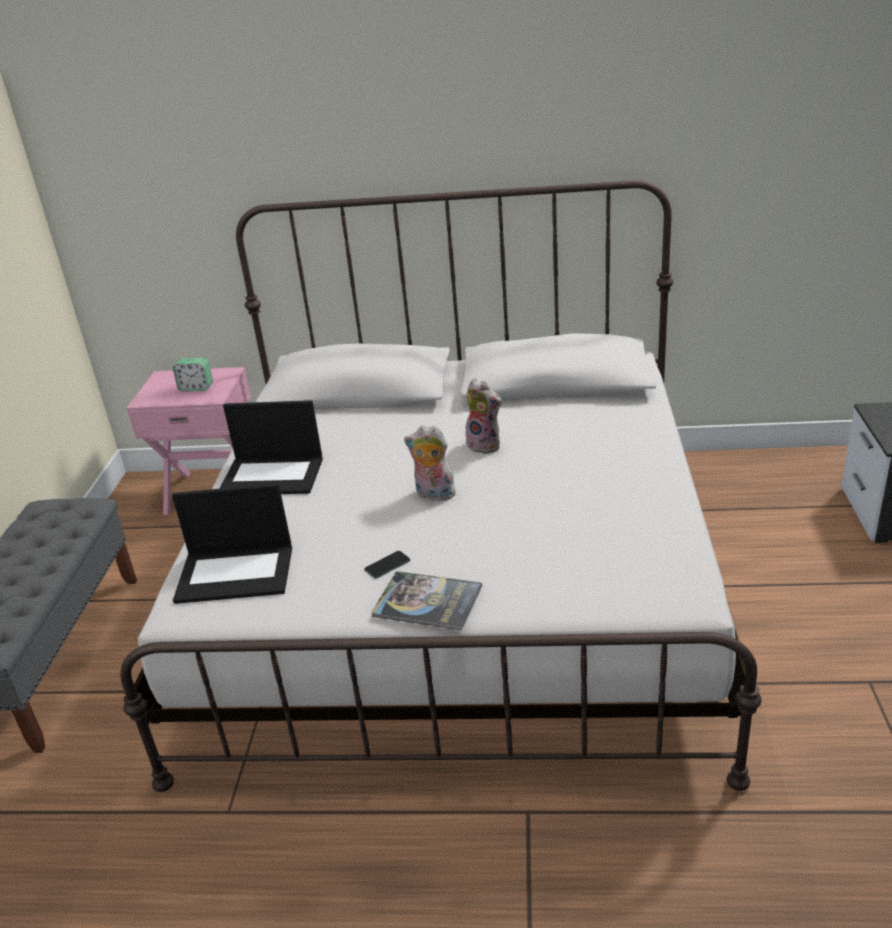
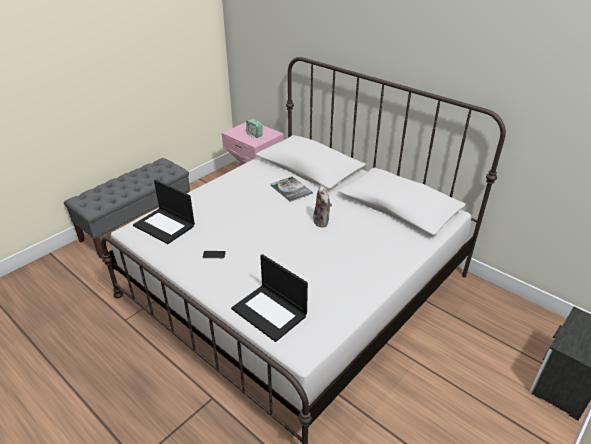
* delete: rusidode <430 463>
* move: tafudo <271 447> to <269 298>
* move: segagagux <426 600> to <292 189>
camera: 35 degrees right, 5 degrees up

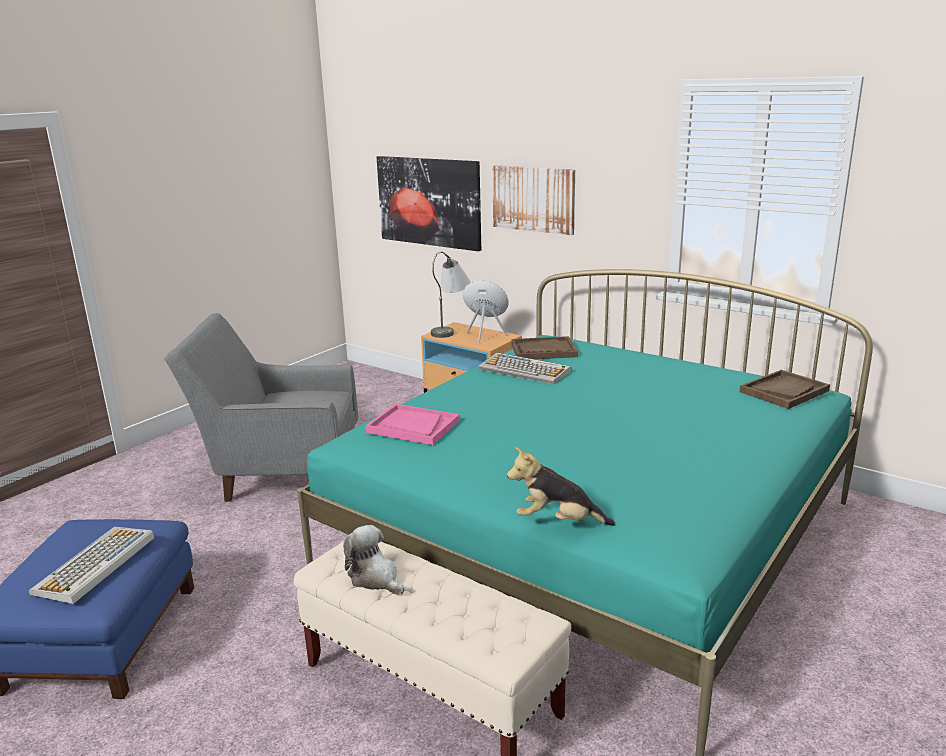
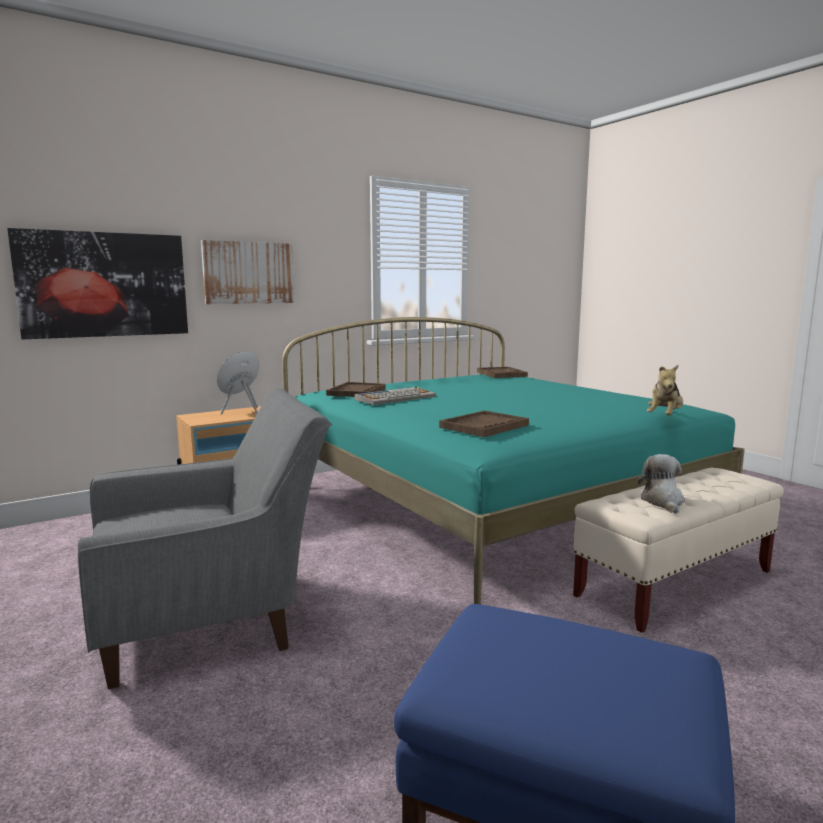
* delete: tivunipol <91 565>
* delete: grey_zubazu <450 294>
* recolor: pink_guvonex <412 424> to brown_guvonex <484 424>
* rotate: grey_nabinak <260 407> = <205 539> 135 degrees counterclockwise
* rotate: rusidode <373 560> = <661 484> 120 degrees clockwise
camera: 70 degrees left, 10 degrees down

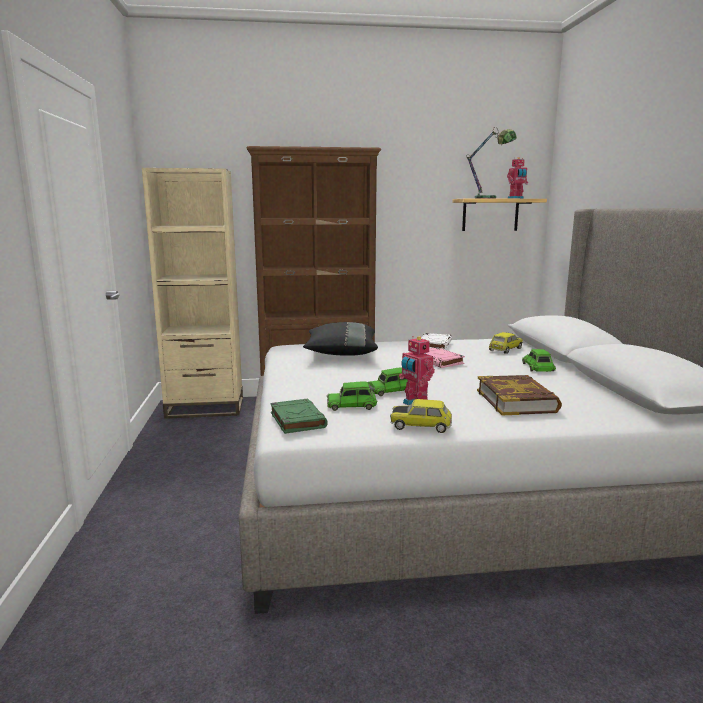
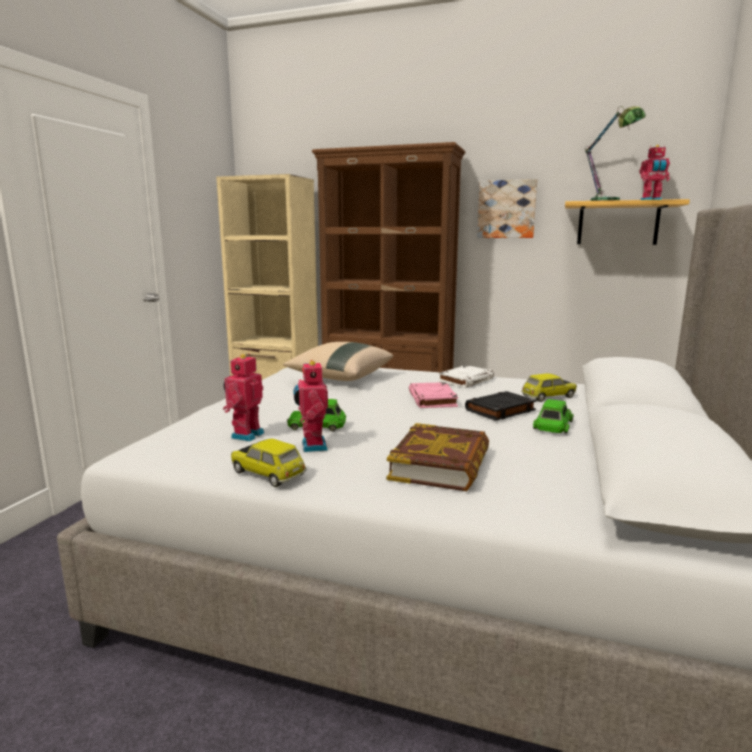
* delete: green_segagagux <299 416>
* insert: black_segagagux <500 406>
* insert: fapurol <507 208>
* replace: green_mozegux <352 396> to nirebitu <243 397>
* recolor: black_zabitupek <340 339> to beige_zabitupek <338 361>
camera: 25 degrees right, 0 degrees up

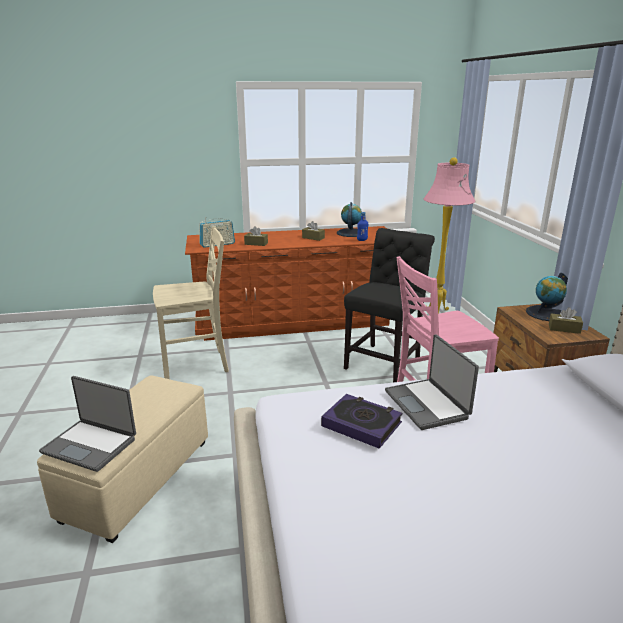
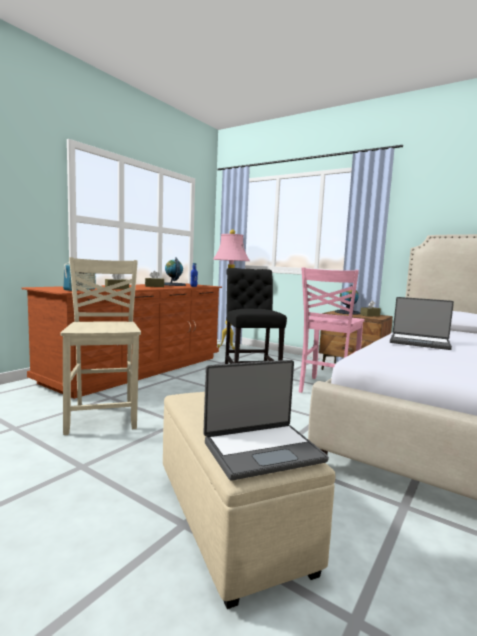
* delete: segagagux <362 421>
* rotate: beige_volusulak <191 302> = <100 346> 45 degrees counterclockwise
camera: 45 degrees left, 15 degrees down

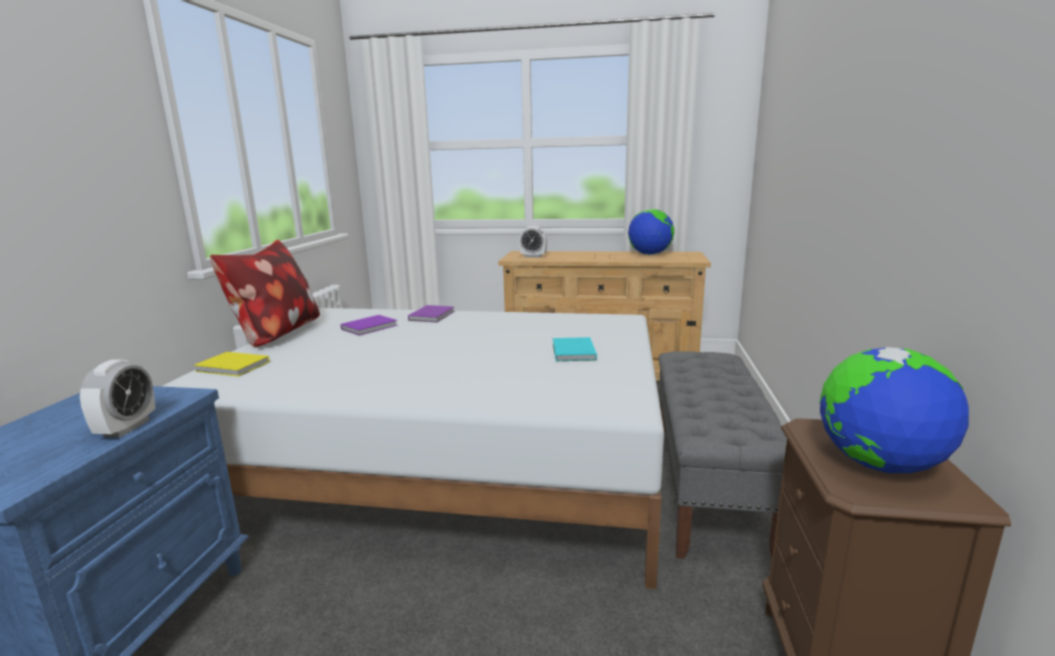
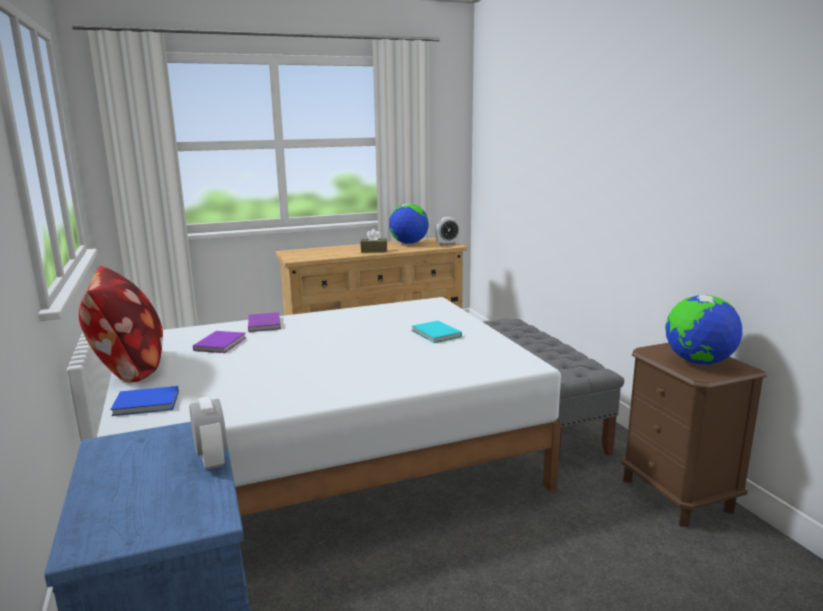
* insert: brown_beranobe <373 241>
* move: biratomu <533 242> to <447 231>
* recolor: yellow_segagagux <232 364> to blue_segagagux <144 401>
camera: 30 degrees left, 0 degrees up

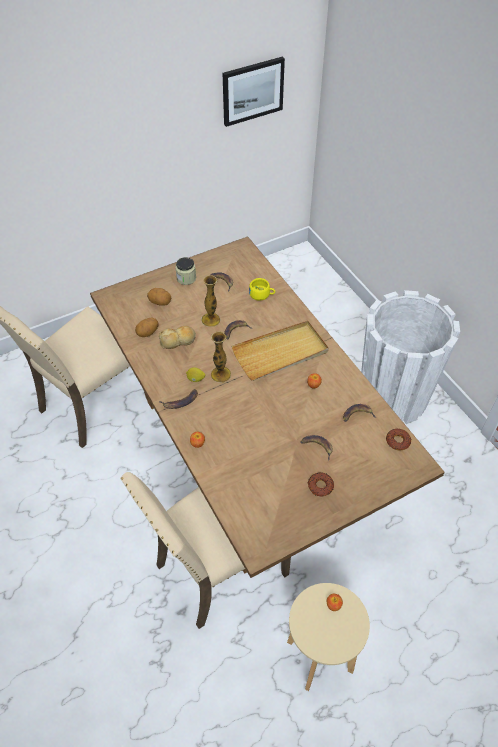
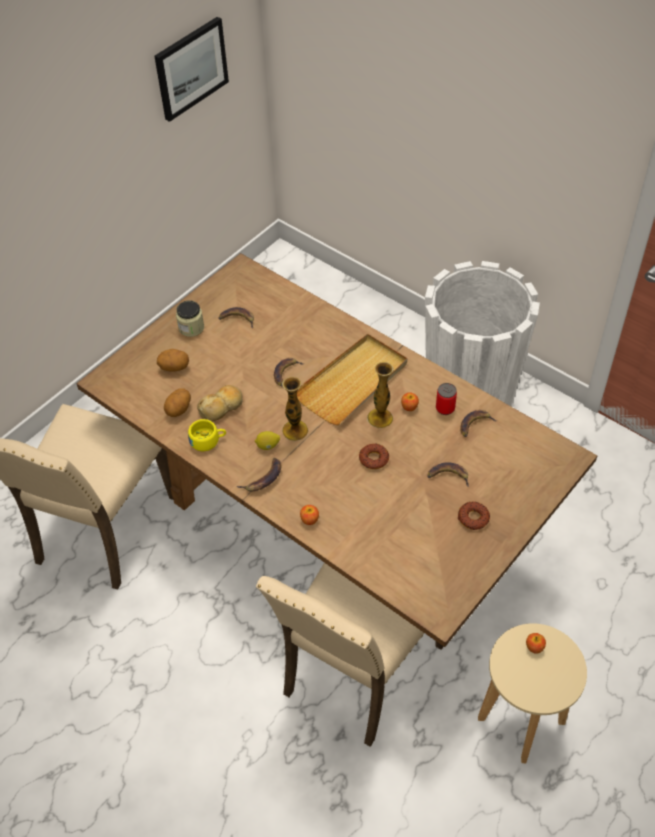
* insert: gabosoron <446 399>
* move: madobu <211 301> to <380 395>
* move: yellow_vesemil <262 289> to <207 435>
* move: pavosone <399 439> to <374 456>
camera: 20 degrees left, 0 degrees up

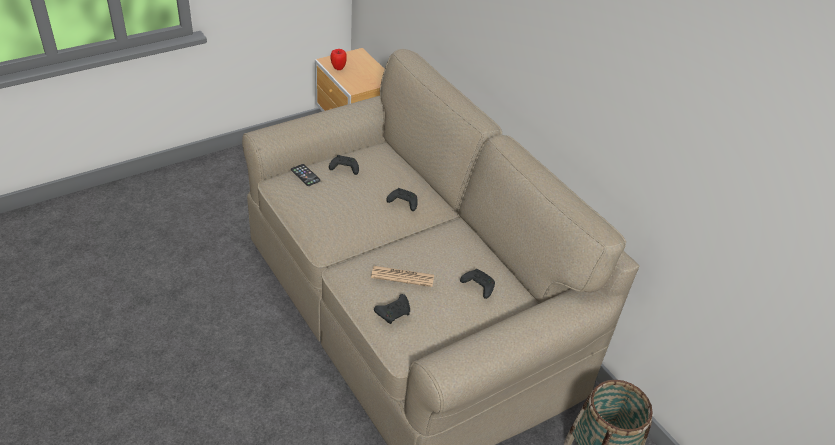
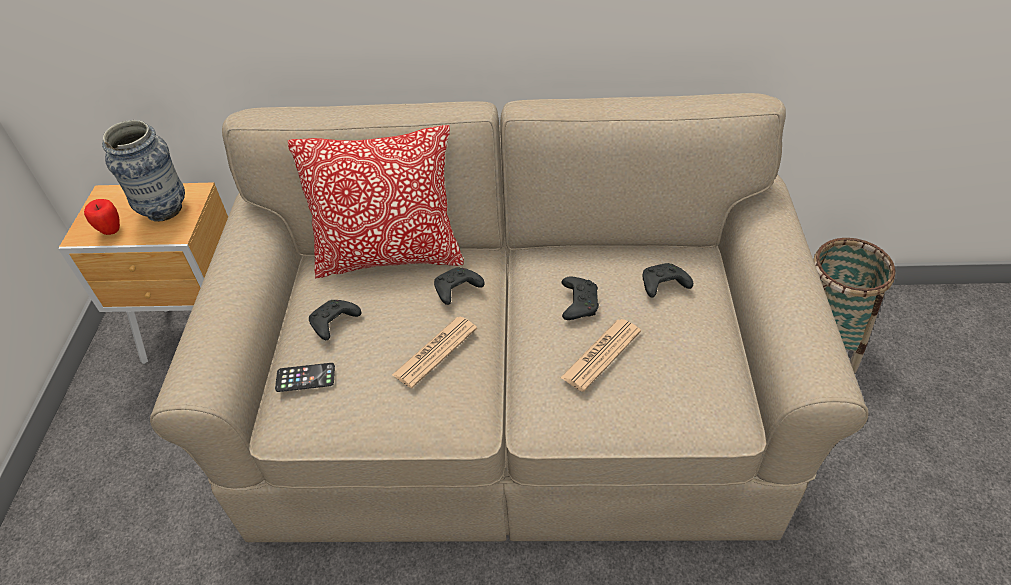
* insert: madobu <143 171>
* insert: zabitupek <376 202>
* insert: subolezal <434 352>
* move: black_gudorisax <392 309> to <580 298>
camera: 50 degrees left, 5 degrees up

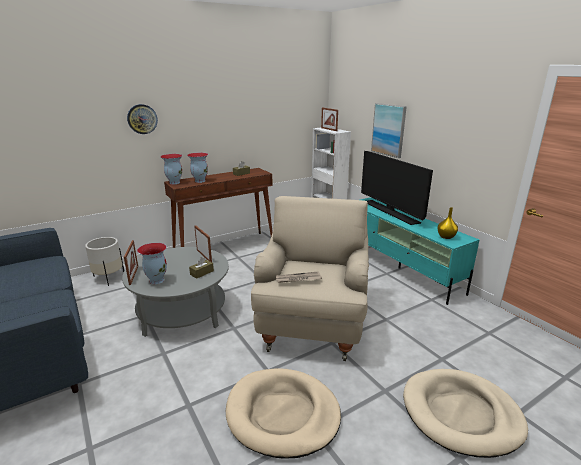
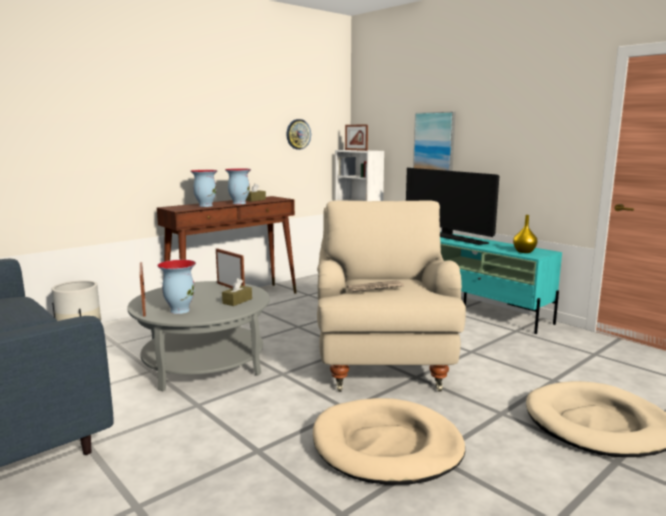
* move: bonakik <142 119> to <298 134>
* move: madobu <171 169> to <238 186>
camera: 10 degrees left, 10 degrees down

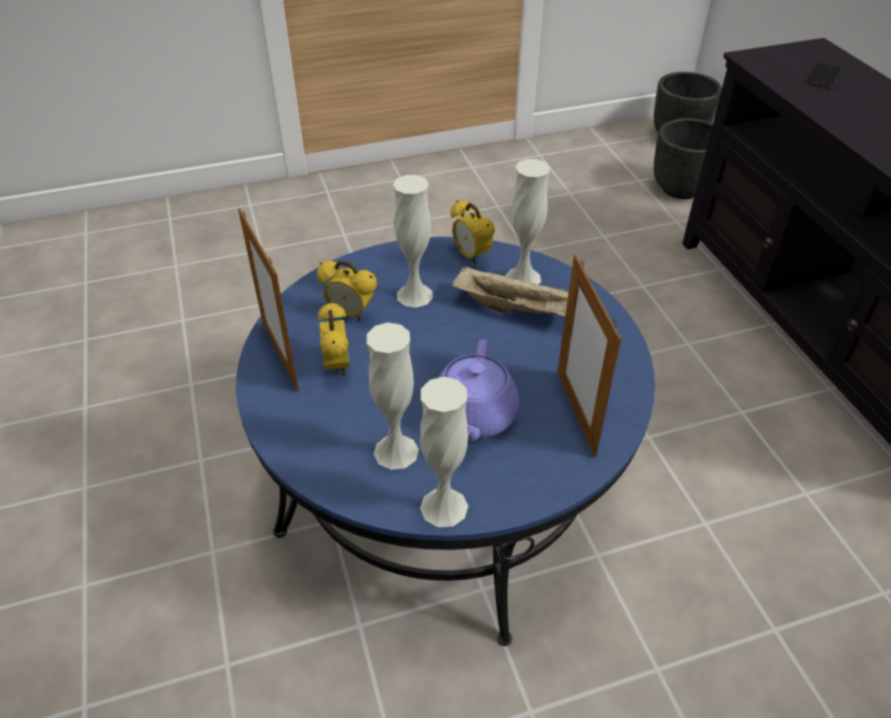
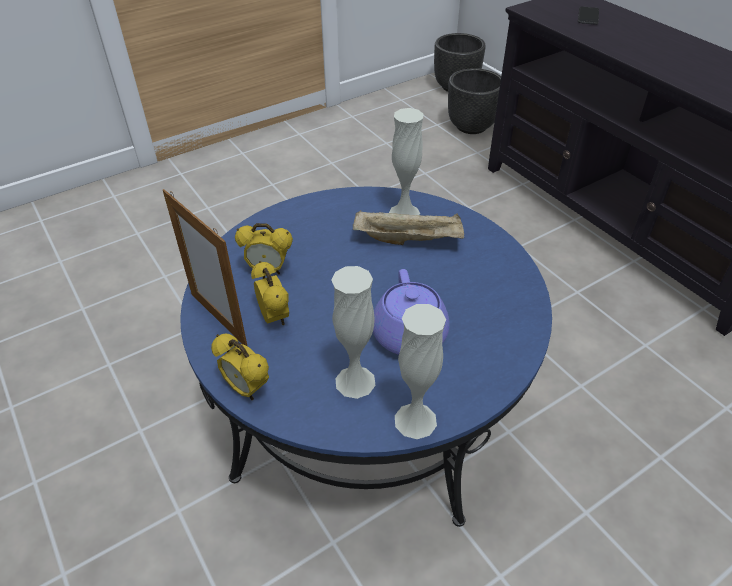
* delete: white_madobu <413 241>
* delete: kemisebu <589 356>
* move: biratomu <472 232> to <240 367>
camera: 15 degrees left, 0 degrees up

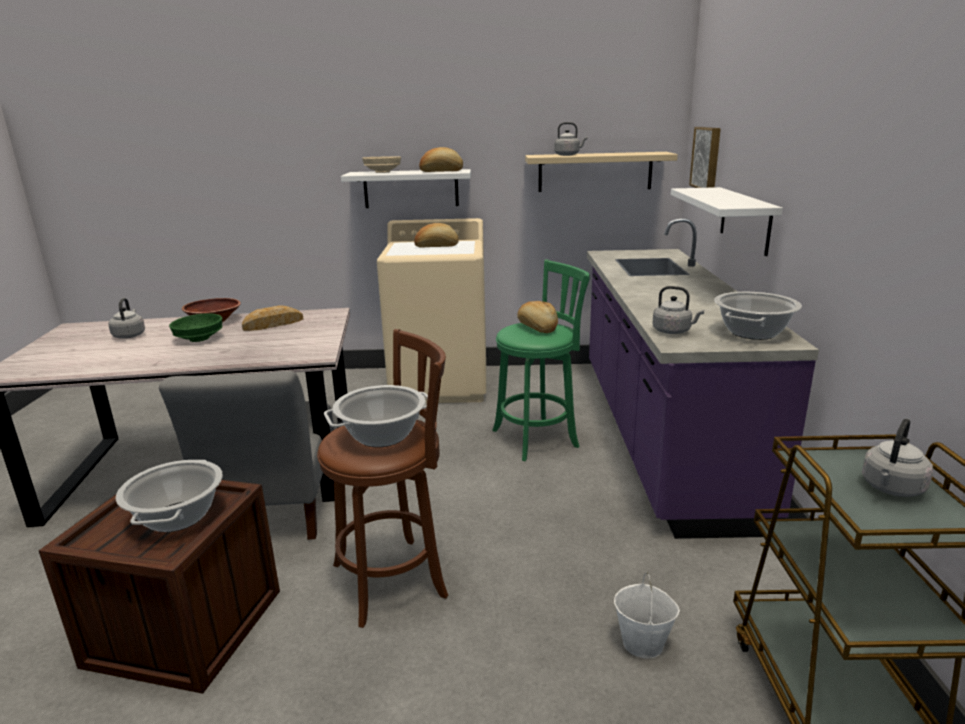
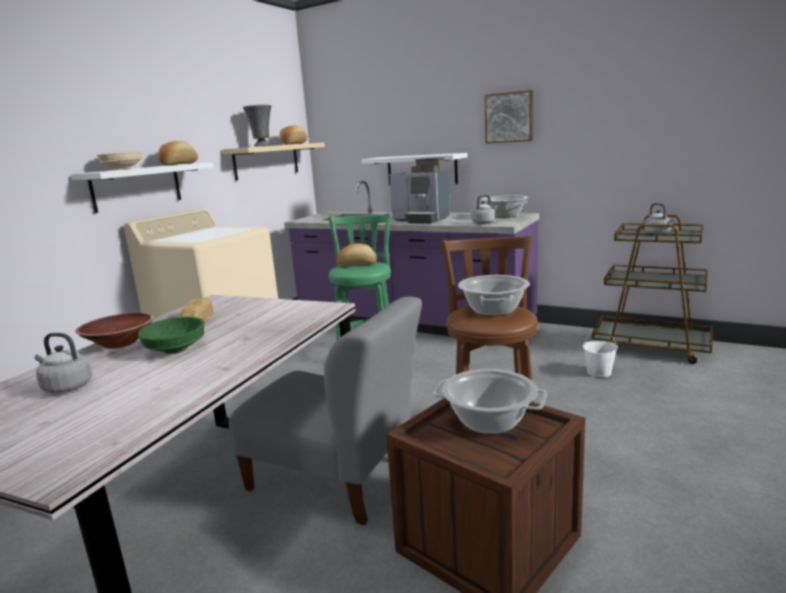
* insert: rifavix <419 190>
* move: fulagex <436 235> to <293 135>
* move: fapurol <705 157> to <509 117>
* replace: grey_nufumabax <571 139> to grey_madobu <257 125>
camera: 60 degrees left, 5 degrees down

